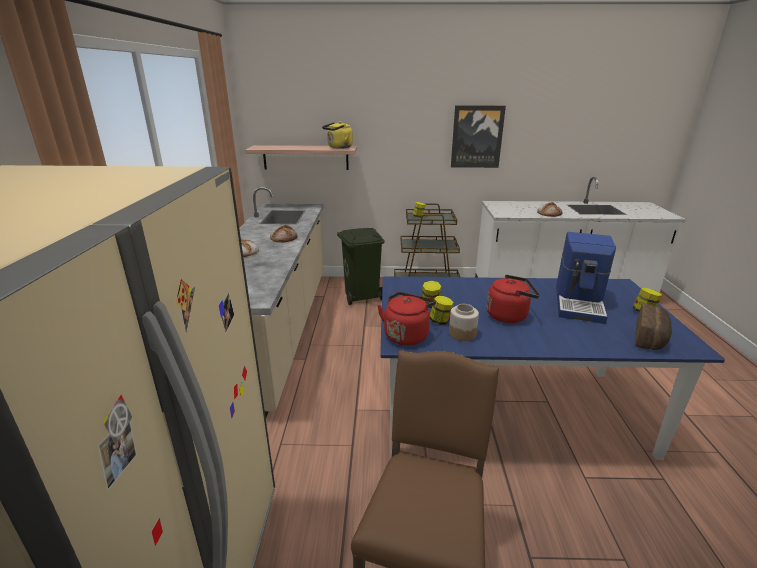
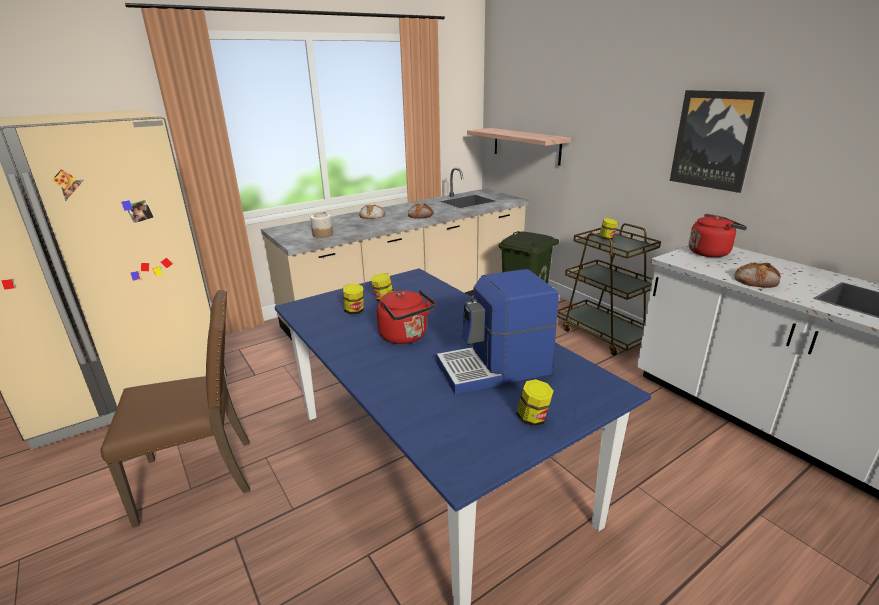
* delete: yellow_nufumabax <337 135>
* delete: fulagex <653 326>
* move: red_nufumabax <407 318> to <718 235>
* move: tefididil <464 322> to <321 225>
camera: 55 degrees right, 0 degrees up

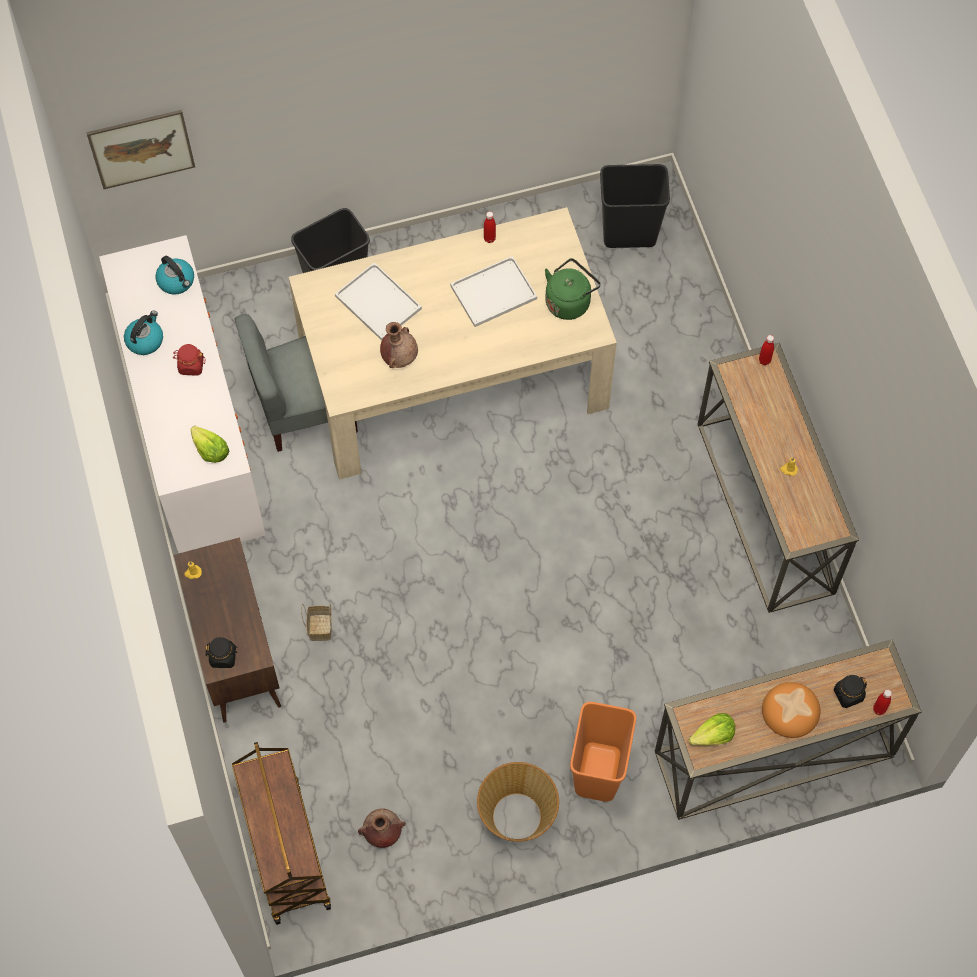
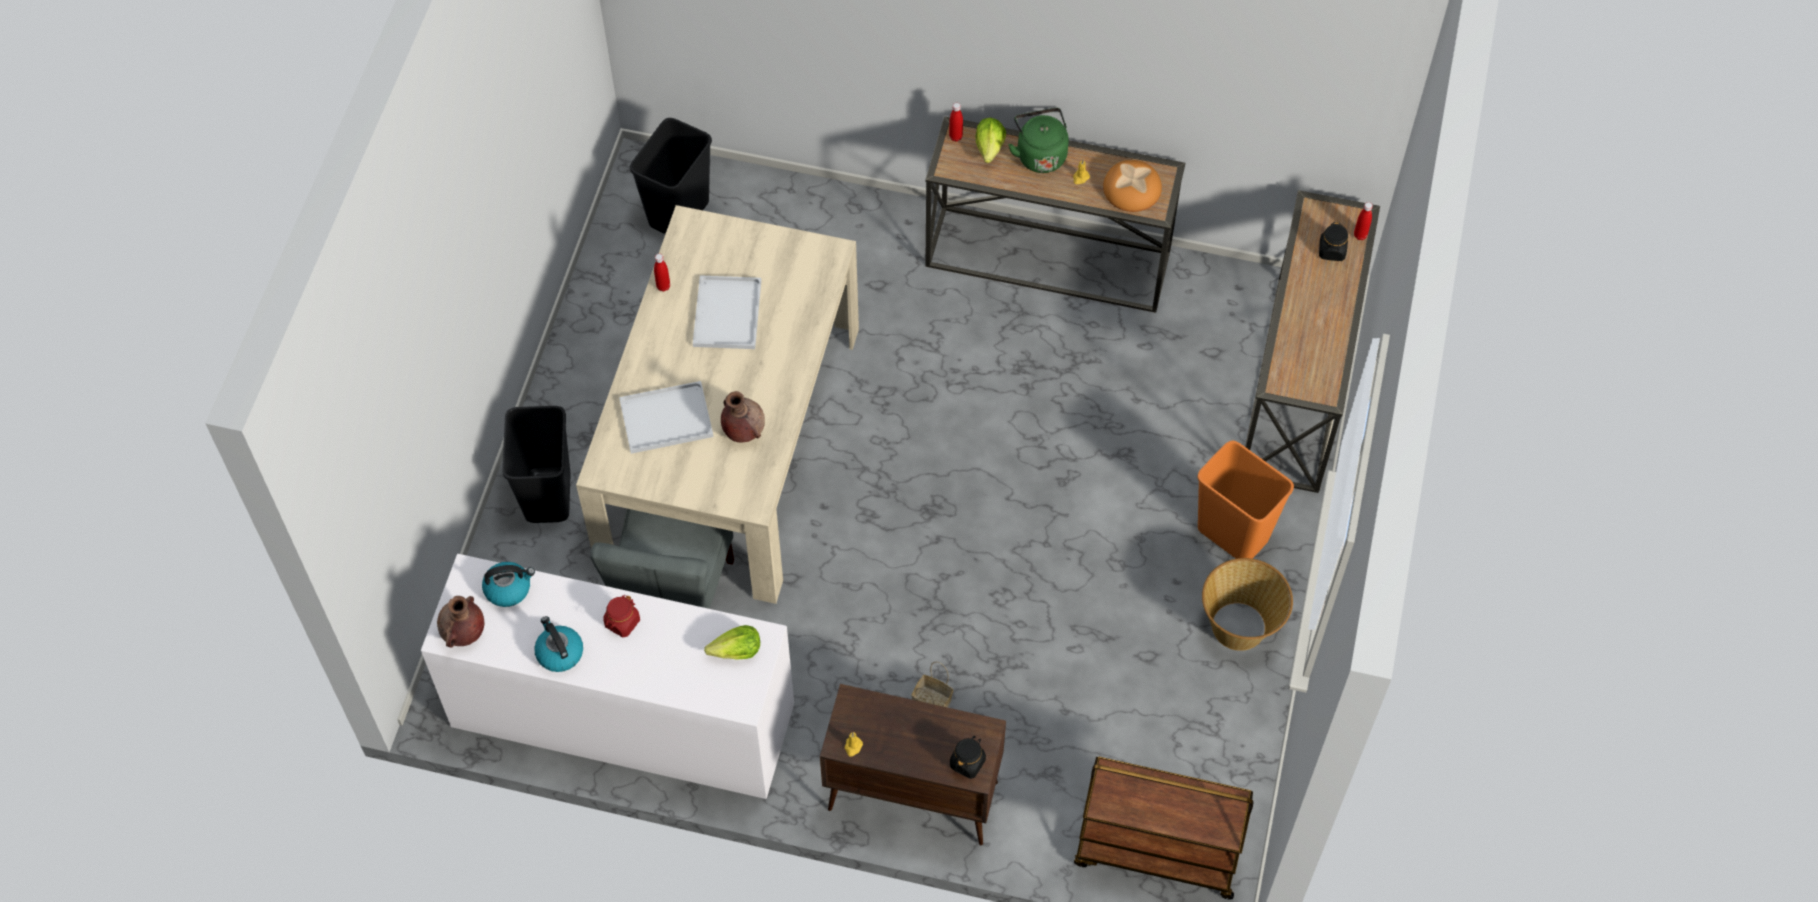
* delete: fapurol <140 149>
* move: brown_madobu <382 828> to <460 621>
* move: green_nufumabax <573 289> to <1038 140>
* move: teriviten <712 729> to <991 140>
* move: fulagex <791 710> to <1132 186>
camera: 60 degrees left, 5 degrees down

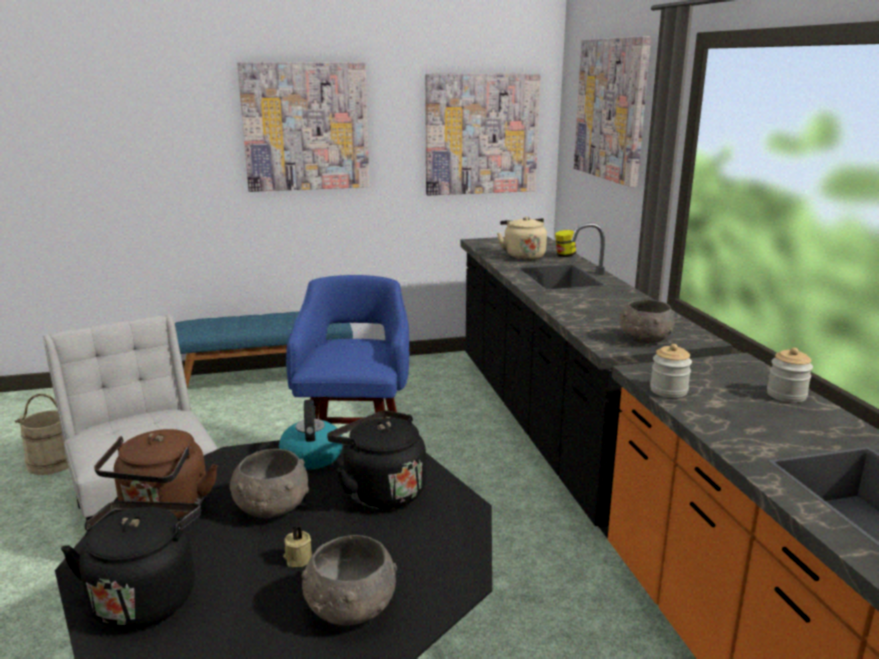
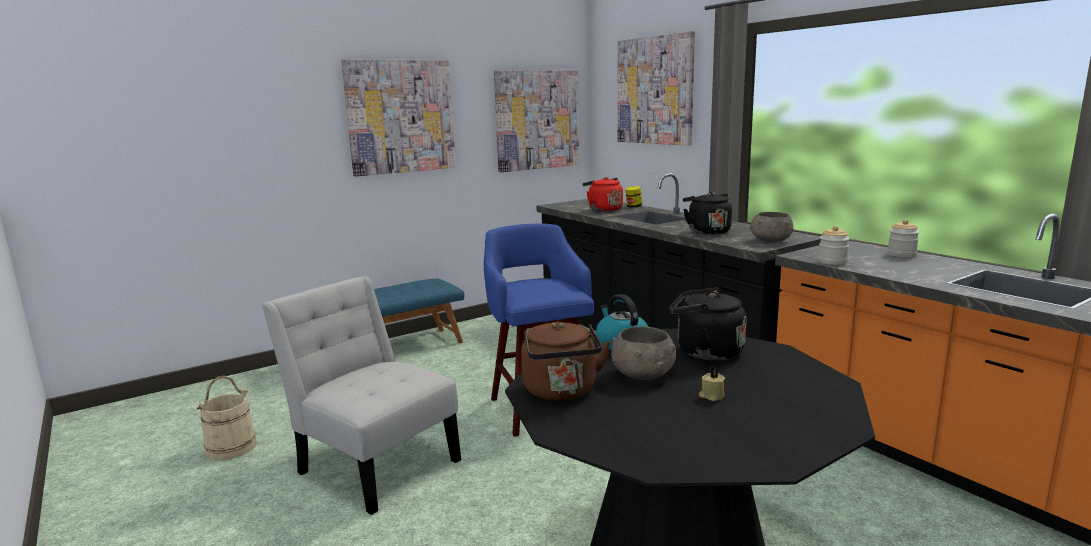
* delete: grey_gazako <349 580>
* move: black_nufumabax <131 565> to <707 213>
* recolor: beige_nufumabax <522 238> to red_nufumabax <602 194>
camera: 20 degrees left, 5 degrees down

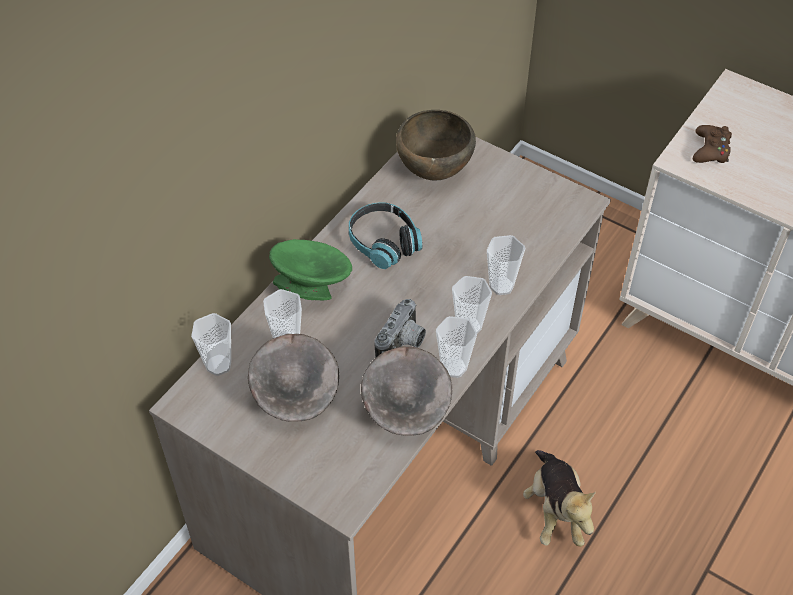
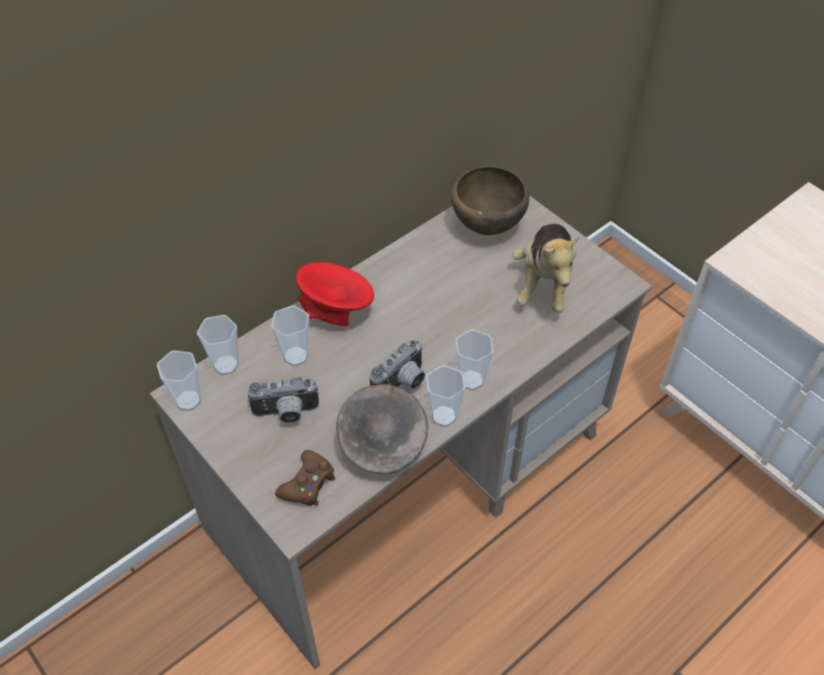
* delete: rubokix <385 235>
* move: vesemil <506 265> to <179 380>
* move: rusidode <559 498> to <546 268>
* move: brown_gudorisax <712 144> to <305 478>
* replace: grey_gazako <293 378> to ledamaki <283 400>
* recolor: green_gazako <310 269> to red_gazako <334 294>
camera: 15 degrees right, 0 degrees up

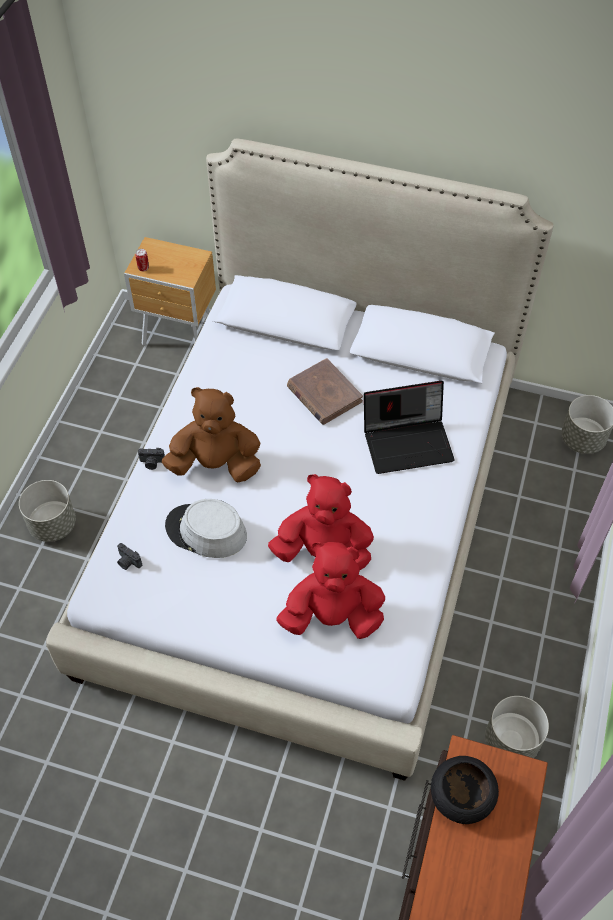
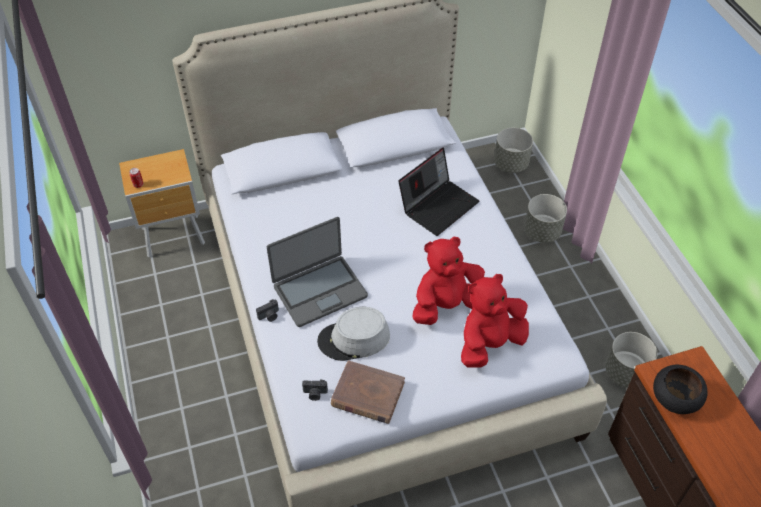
* move: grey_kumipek <47 511> to <545 218>
* move: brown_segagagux <325 391> to <368 392>
* replace: brown_rusidode <211 434> to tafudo <317 272>
camera: 35 degrees left, 5 degrees down

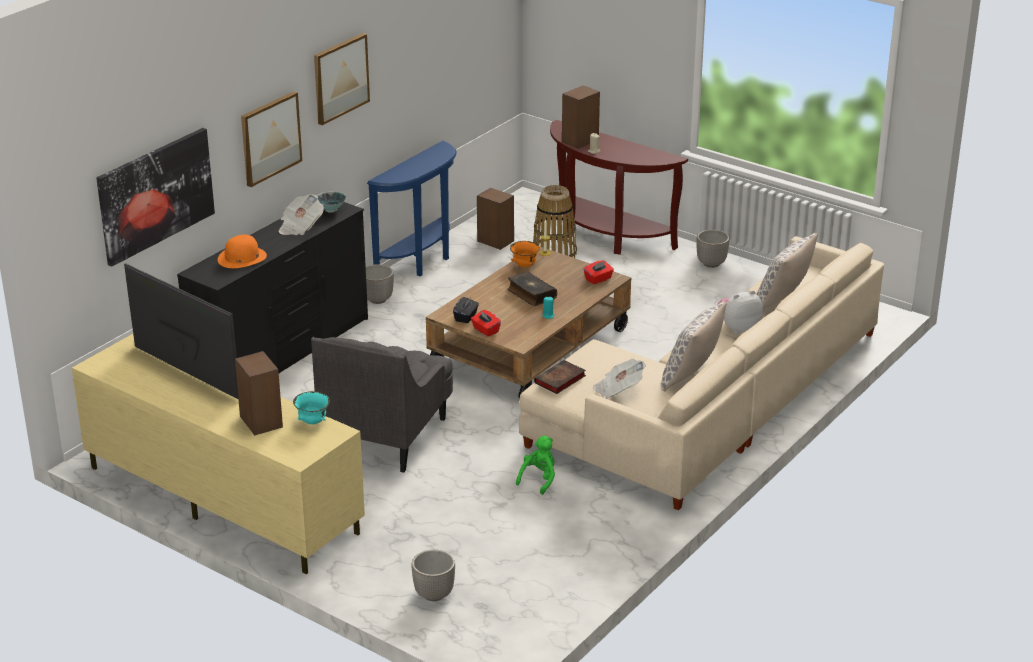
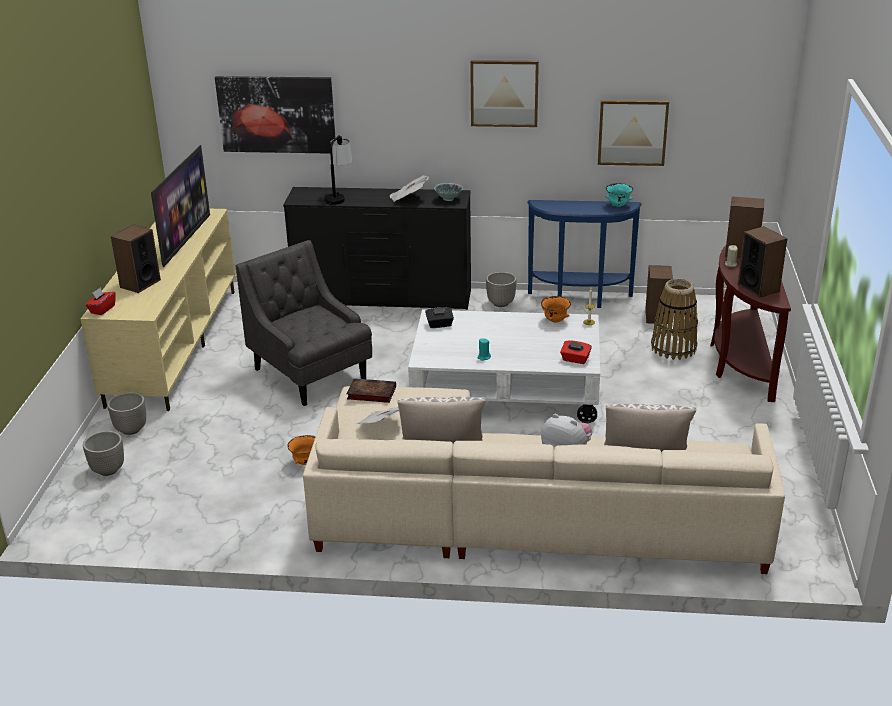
* delete: segagagux <532 289>
* insert: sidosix <763 262>
* move: fapurol <271 139> to <633 133>
* move: turquoise_gazako <311 407> to <619 195>
* move: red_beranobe <486 323> to <101 301>
* move: kumipek <713 249> to <126 413>
* replace: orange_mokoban <242 251> to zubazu <338 170>
* replace: green_rusidode <535 465> to orange_gazako <301 450>
* recolor: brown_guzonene <528 322> to white_guzonene <504 366>
* rotate: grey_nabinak <382 405> = <304 323> 60 degrees clockwise
camera: 60 degrees right, 0 degrees up

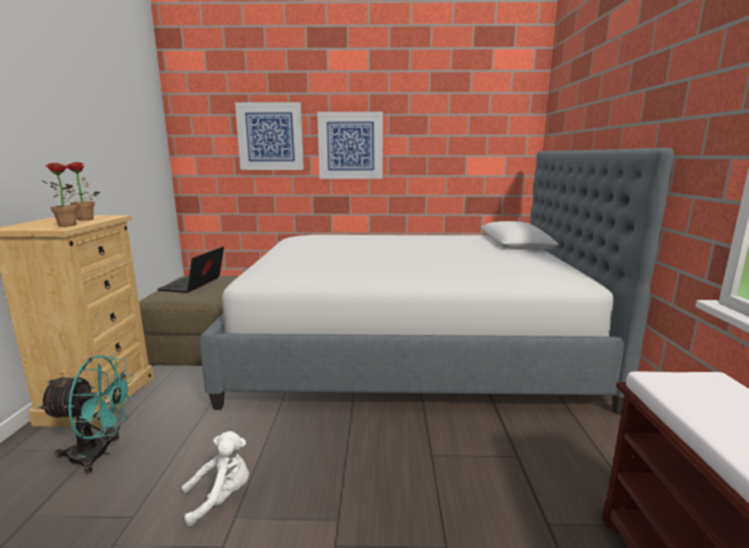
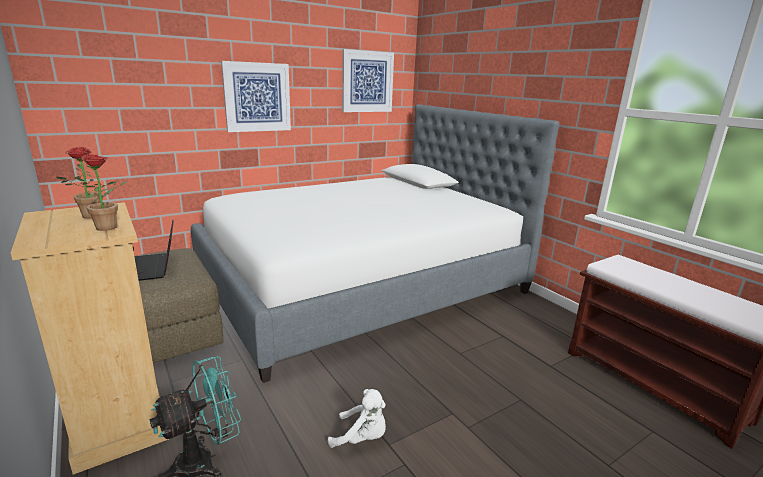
* move: fapurol <269 136> to <368 80>
* rotate: white_rusidode <215 478> = <357 418> 75 degrees clockwise
camera: 35 degrees left, 5 degrees up

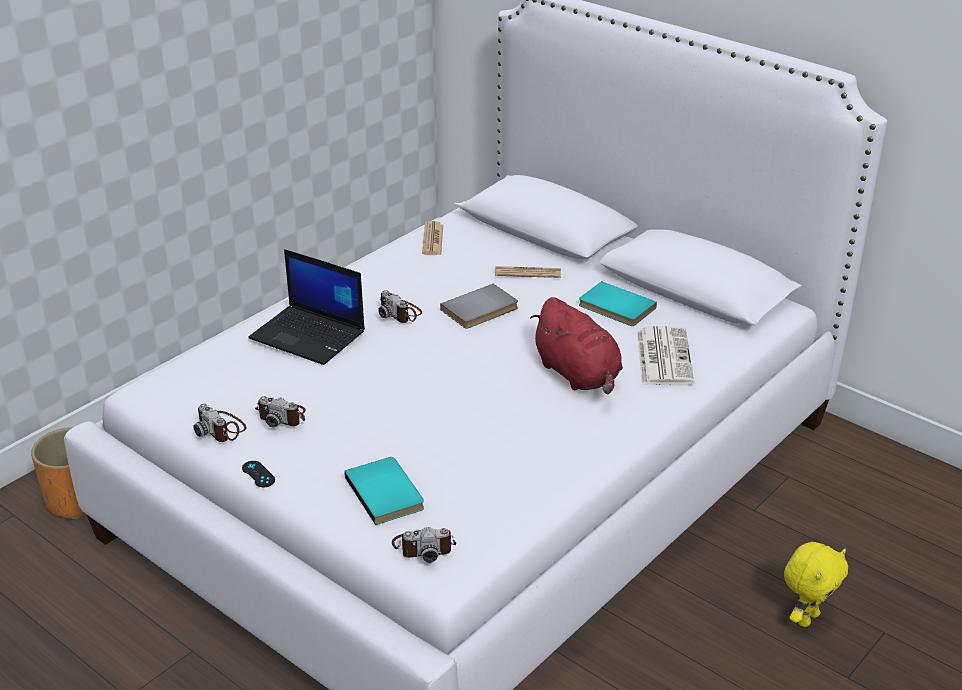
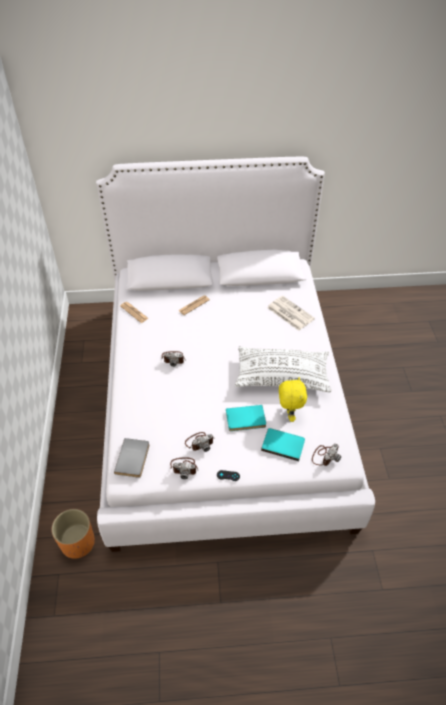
* delete: tafudo <306 307>
* delete: red_rusidode <576 345>
* insert: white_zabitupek <283 369>
* move: grey_segagagux <479 306> to <131 458>
* move: turquoise_segagagux <618 303> to <246 418>
* move: yellow_rusidode <816 584> to <293 399>
camera: 45 degrees left, 15 degrees up

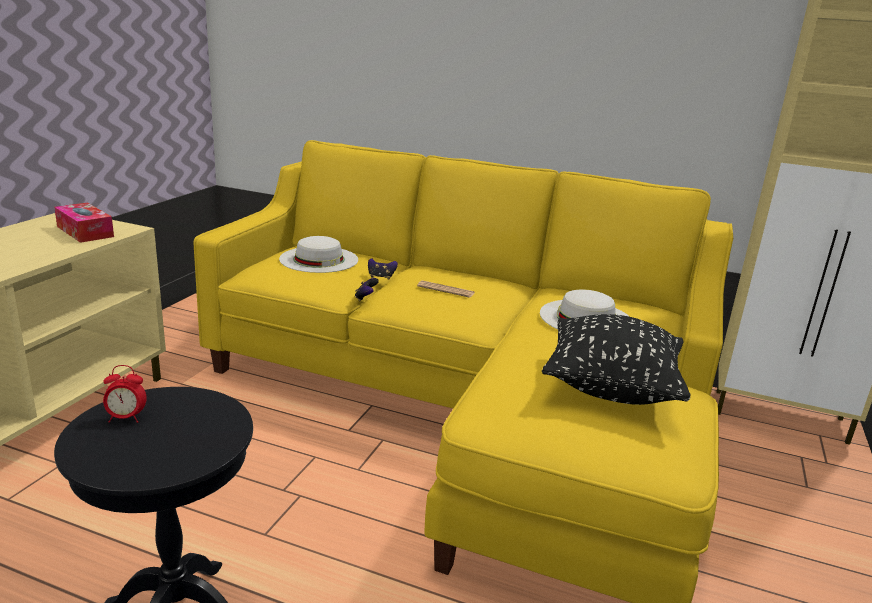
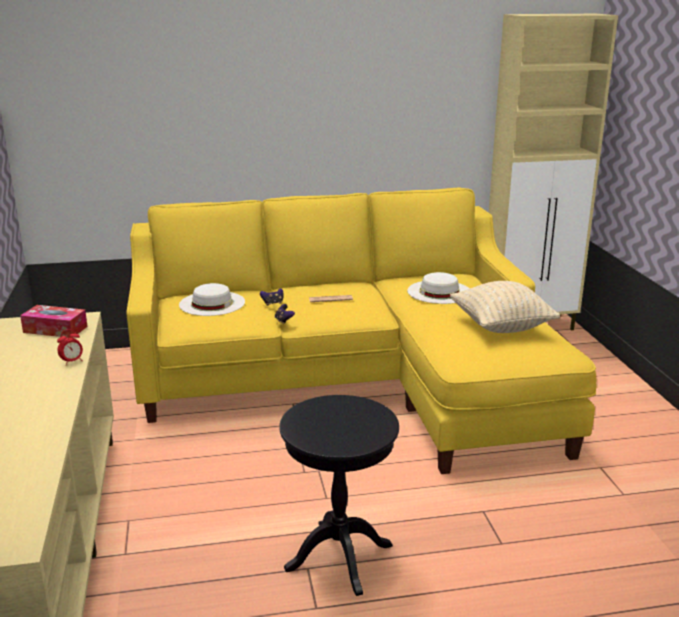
* move: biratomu <125 394> to <70 347>
* recolor: black_zabitupek <616 359> to beige_zabitupek <505 307>
camera: 30 degrees left, 0 degrees up

